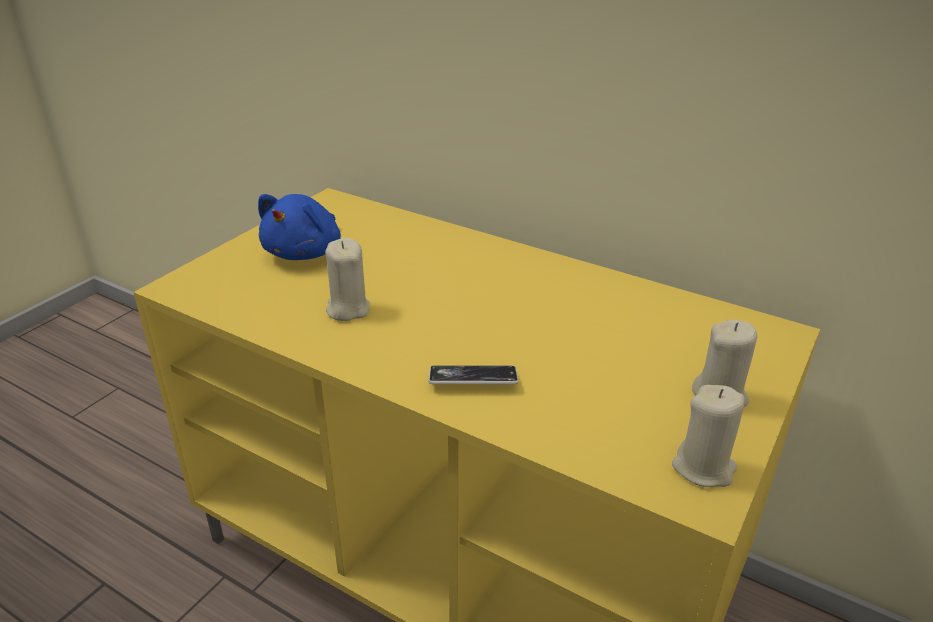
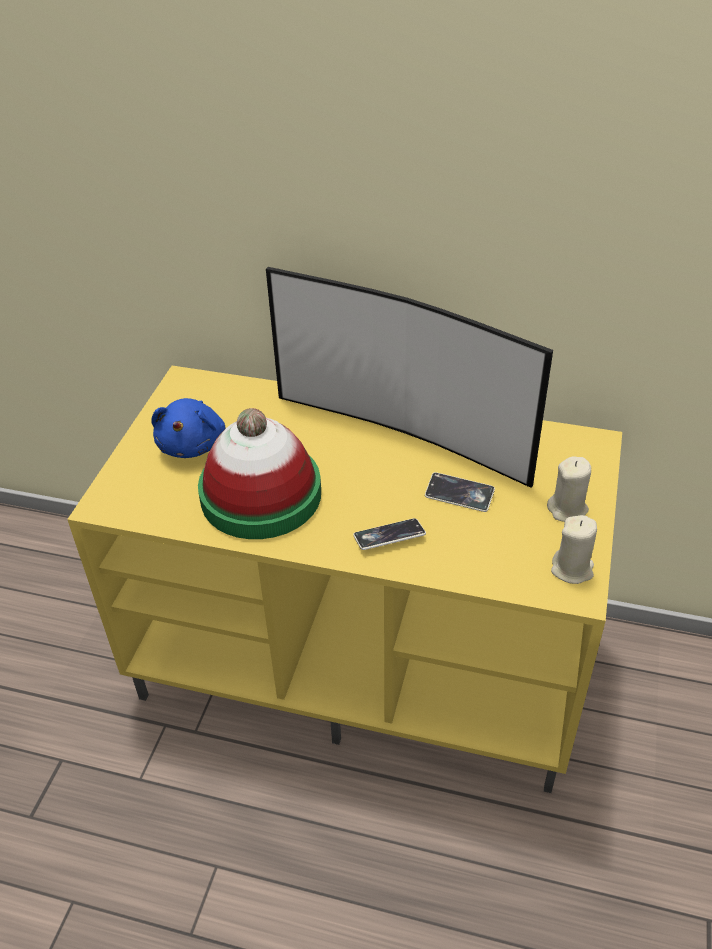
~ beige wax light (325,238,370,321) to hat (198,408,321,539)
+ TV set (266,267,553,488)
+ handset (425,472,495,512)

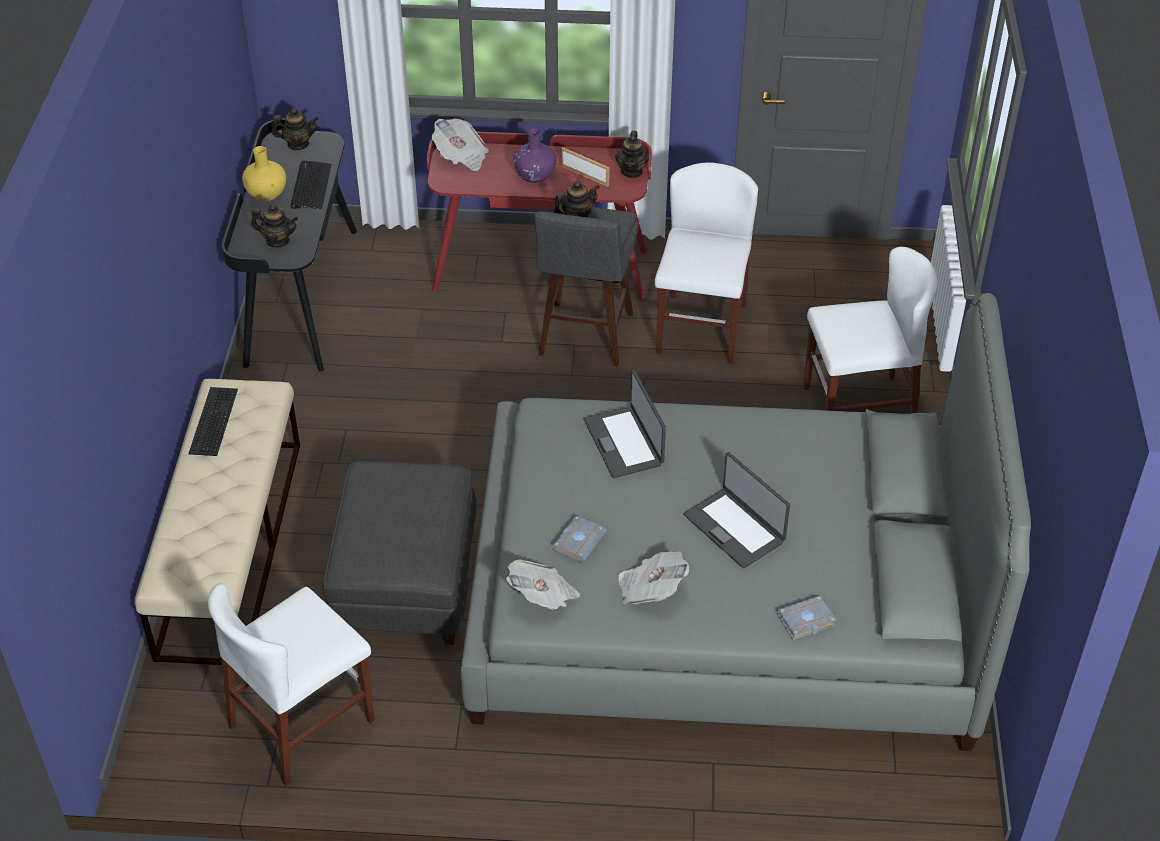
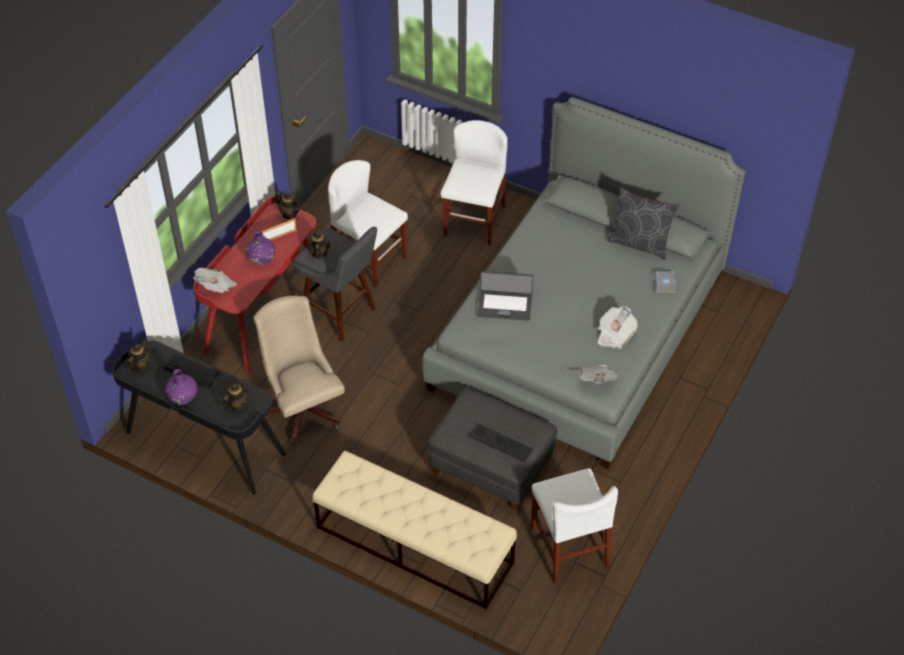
~ yellow-coloured vase (242,146,286,201) to purplish vase (165,369,197,405)
+ beige computer chair (253,296,345,445)
~ PC keyboard (189,387,238,456) to (470,424,533,462)
+ grey throw pillow (607,187,679,260)
- grey bound book (553,515,606,563)
- portable computer (684,452,790,569)

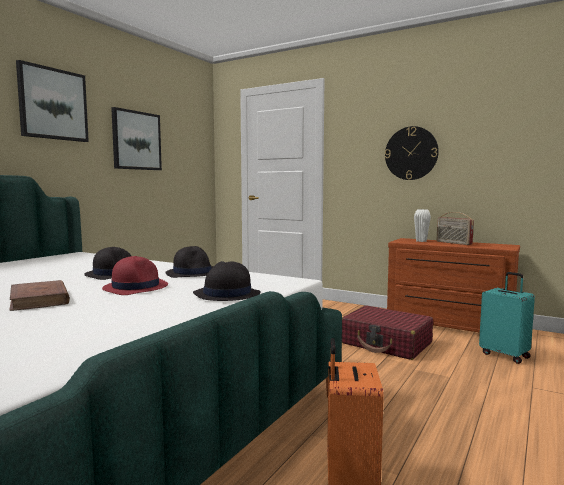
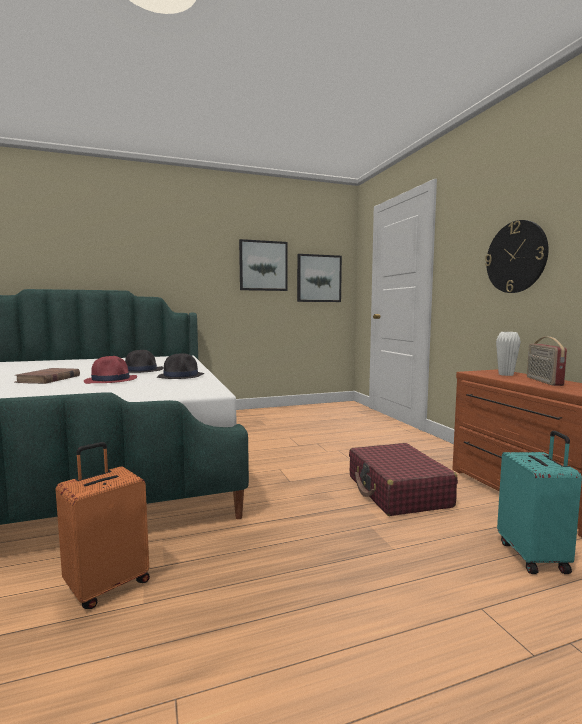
~ picture (16,60,89,142) to (297,254,342,302)
- black-coloured hat (193,261,261,301)

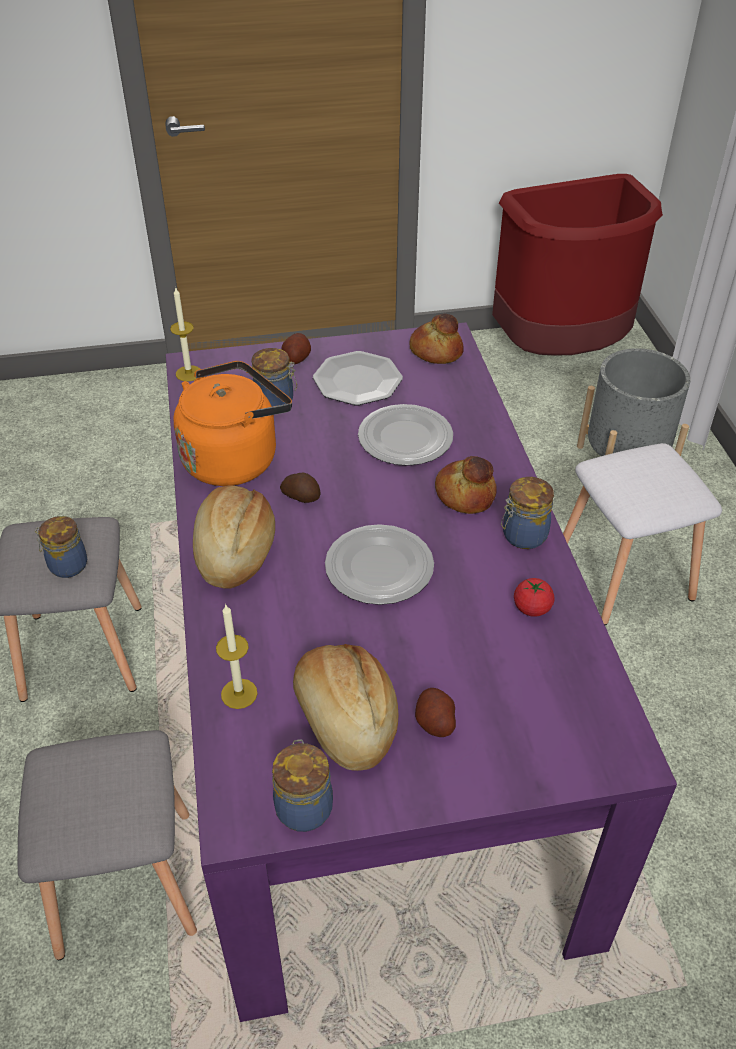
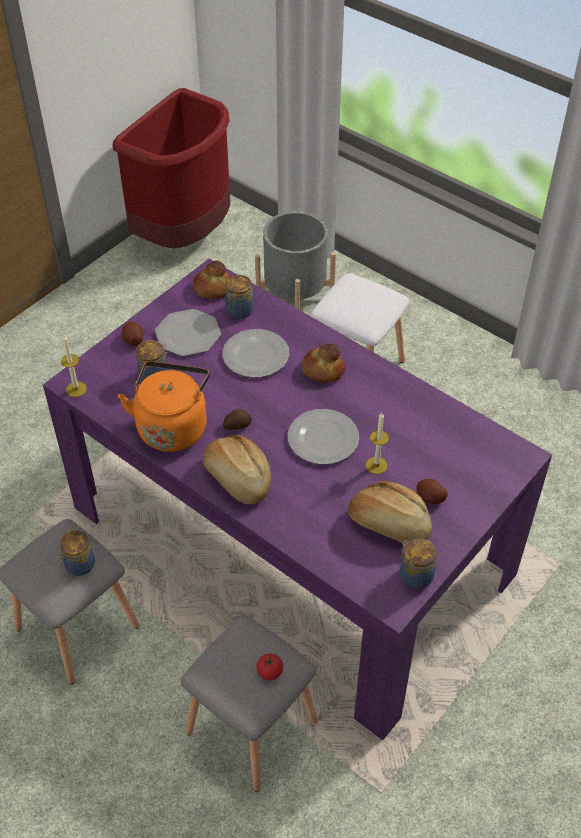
~ jar (501,477,554,549) to (225,275,254,319)
~ whole tomato (514,578,554,617) to (256,654,283,680)
~ wax light (216,604,257,709) to (366,413,389,474)

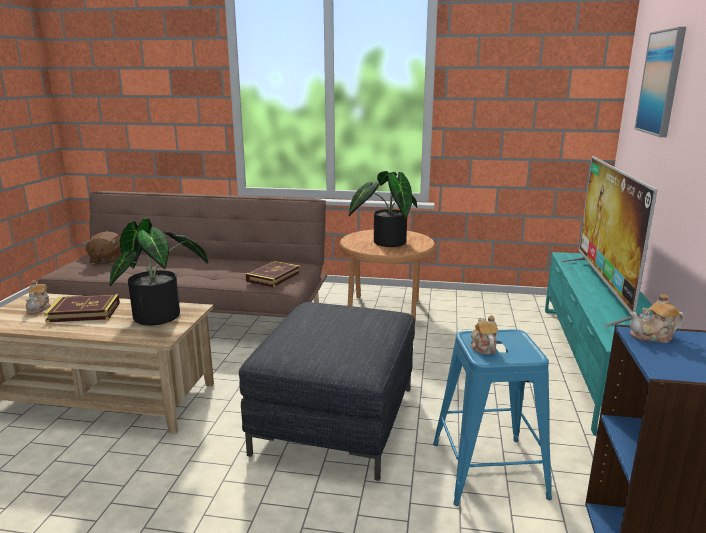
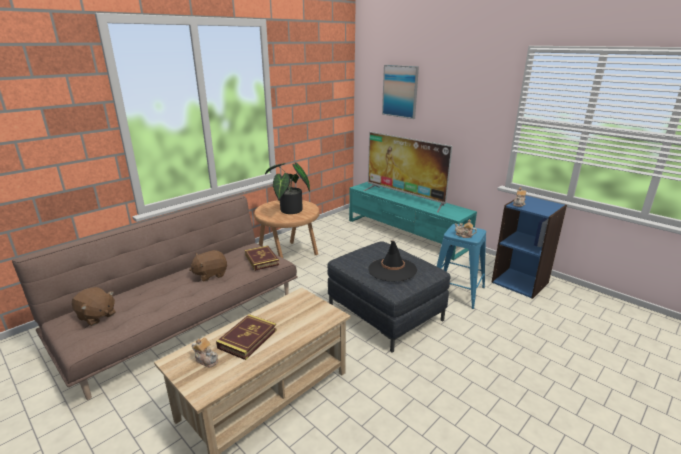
+ brown-coloured cuddly toy (189,250,227,281)
+ black-coloured hat (368,241,417,282)
- plant in a pot (110,218,208,325)

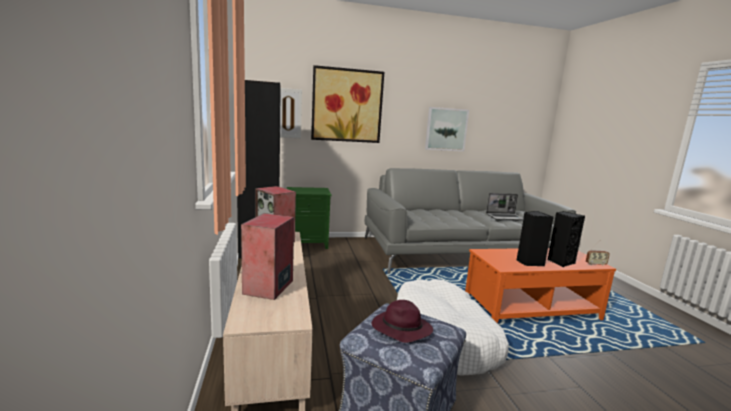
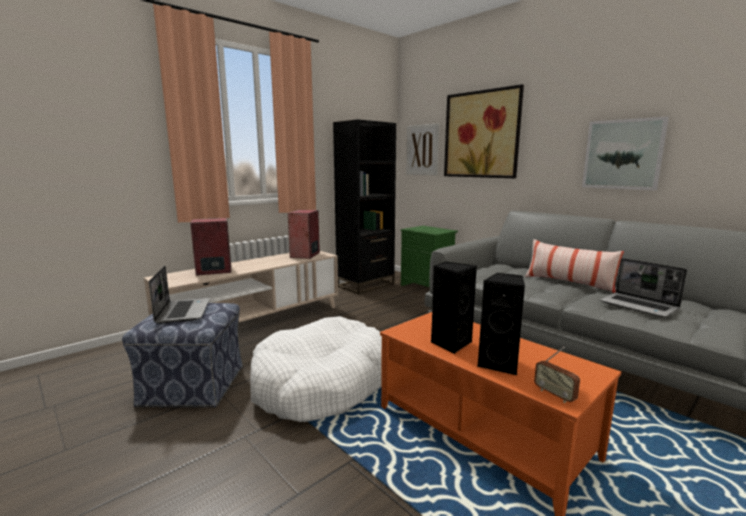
~ purplish hat (372,300,433,343) to portable computer (149,266,210,324)
+ throw pillow (525,239,624,293)

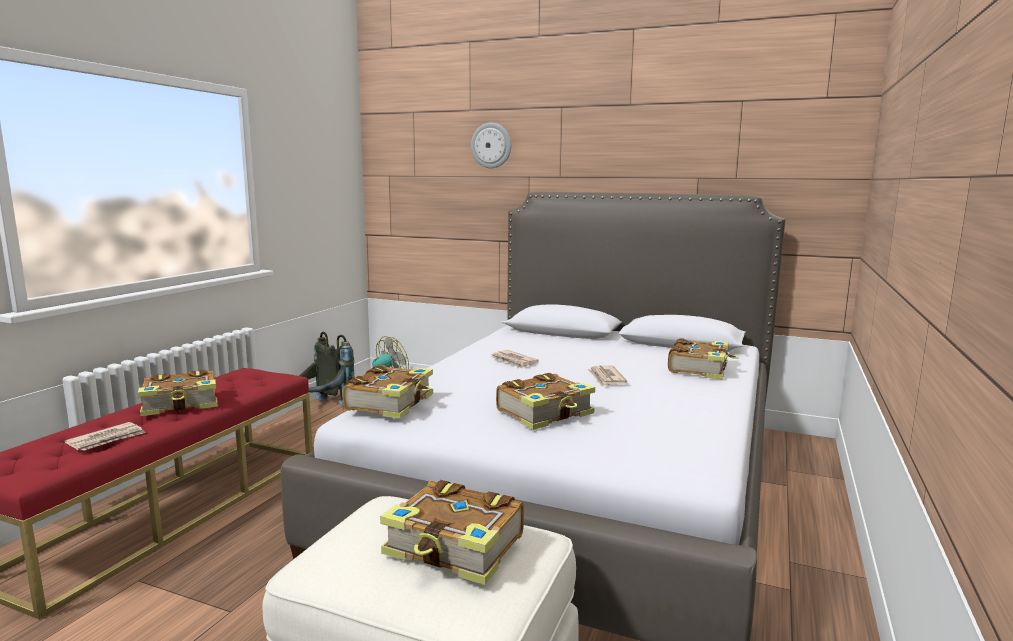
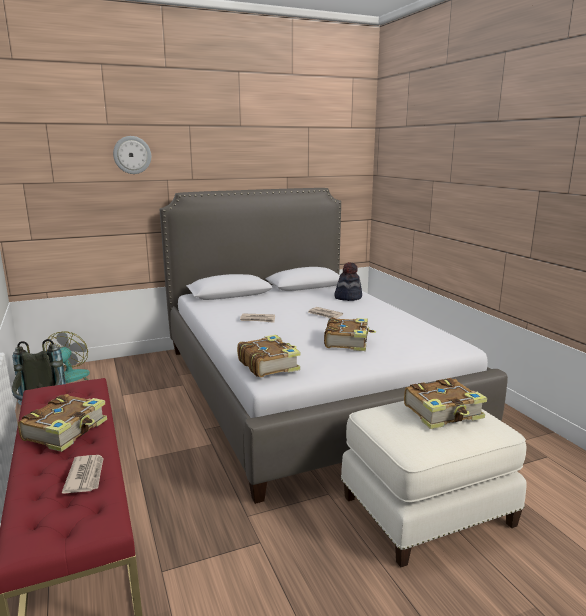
~ bound book (668,338,739,380) to hat (334,262,362,301)

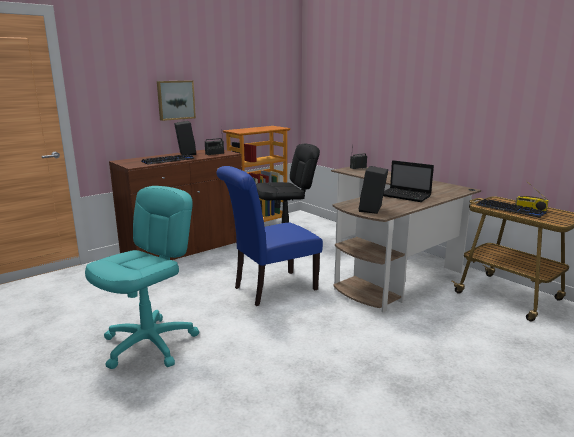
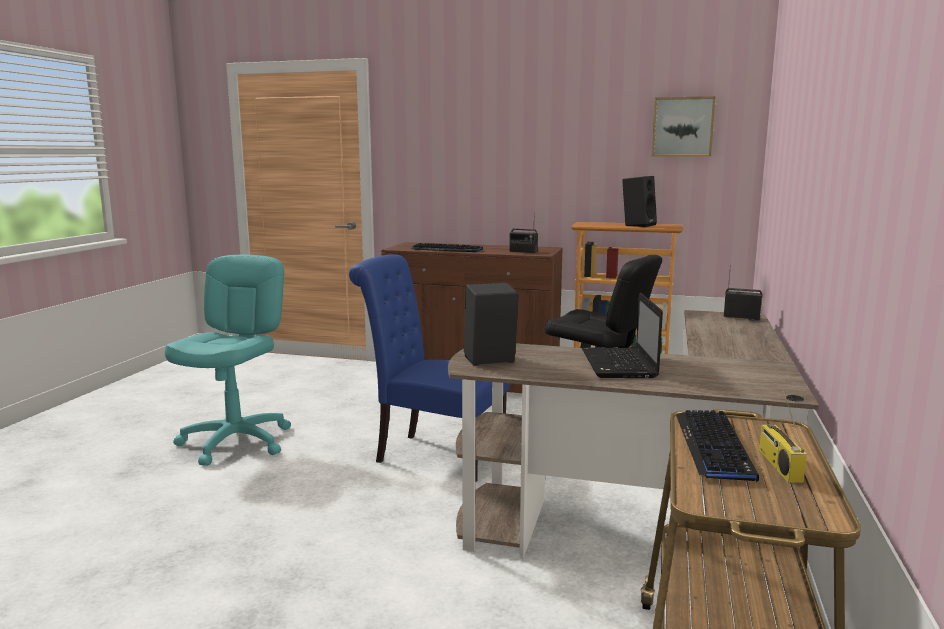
~ turquoise-coloured computer chair (85,186,199,369) = (165,255,291,466) 75 degrees counterclockwise
~ black-coloured loudspeaker (174,121,196,155) to (622,176,657,227)
~ picture (157,81,196,121) to (652,96,716,156)

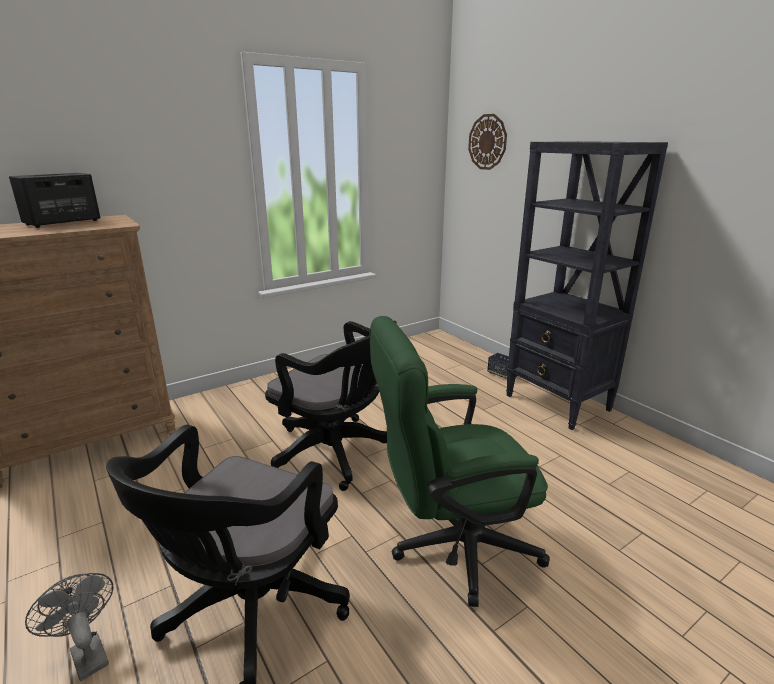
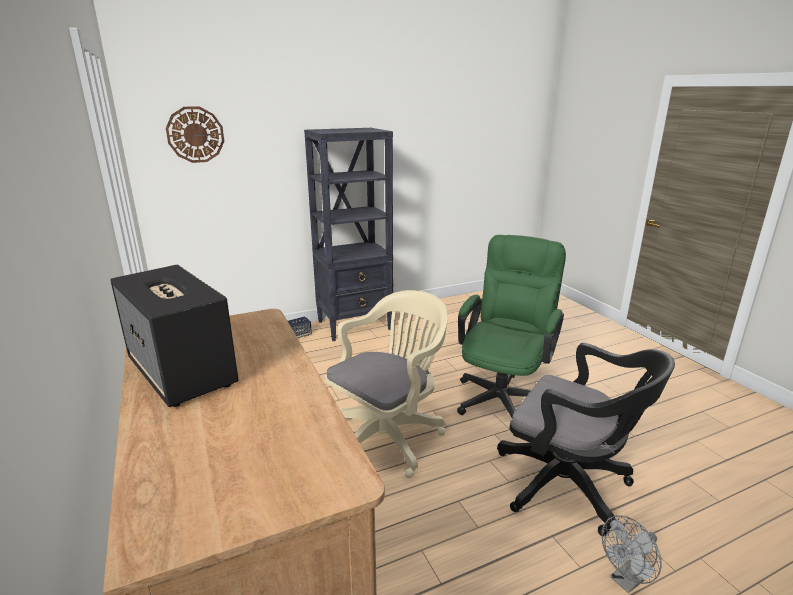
~ black-coloured computer chair (265,321,397,491) to beige computer chair (325,290,448,478)
~ green computer chair (370,316,550,607) = (457,235,566,418) 150 degrees counterclockwise

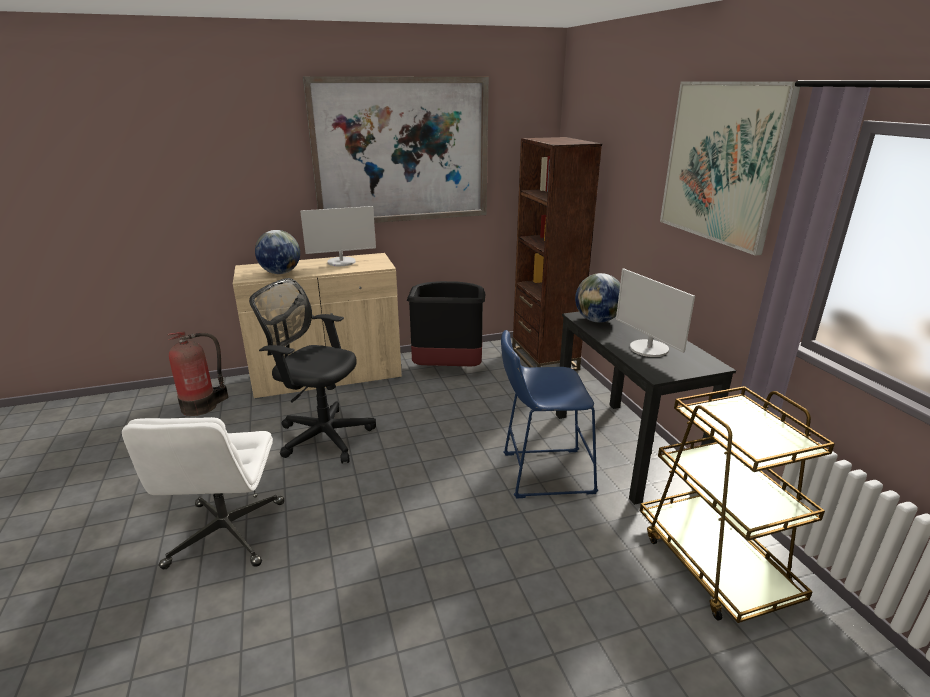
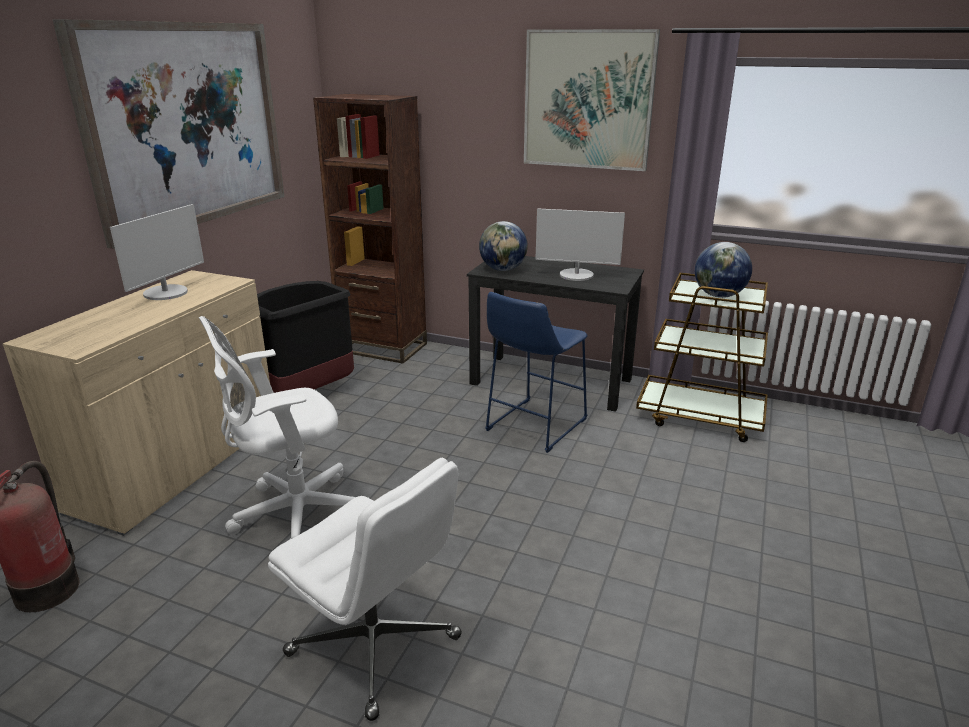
~ black-coloured computer chair (249,278,376,464) to white computer chair (199,316,356,541)
~ world globe (255,230,300,274) to (695,242,752,298)

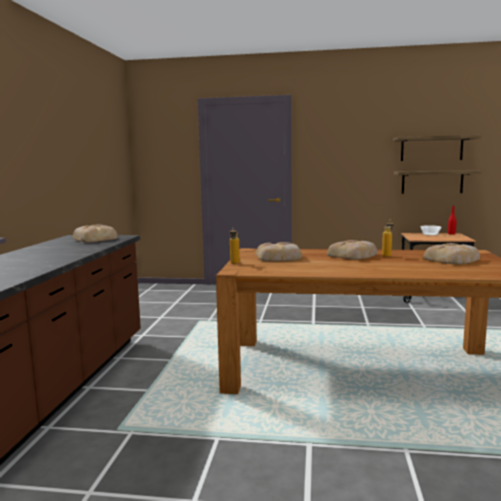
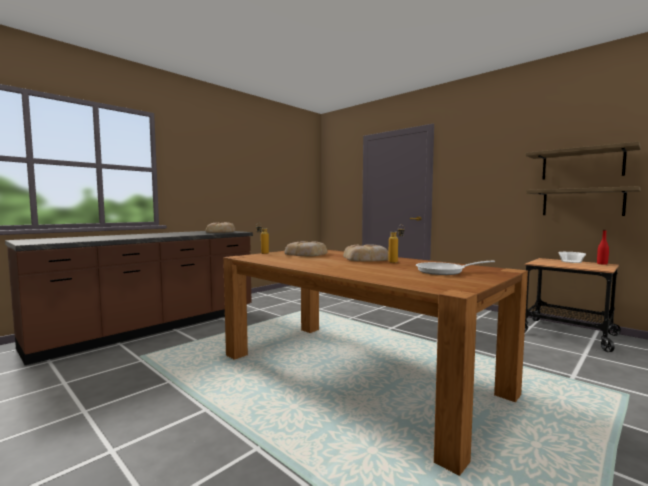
~ bakery bread (423,243,480,264) to frying pan (416,260,495,275)

